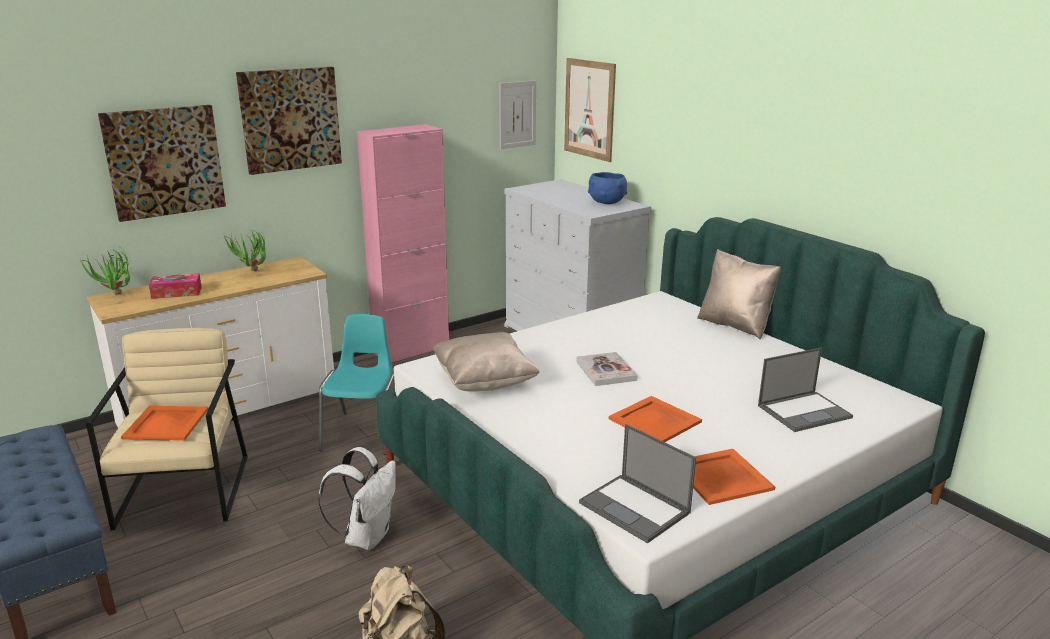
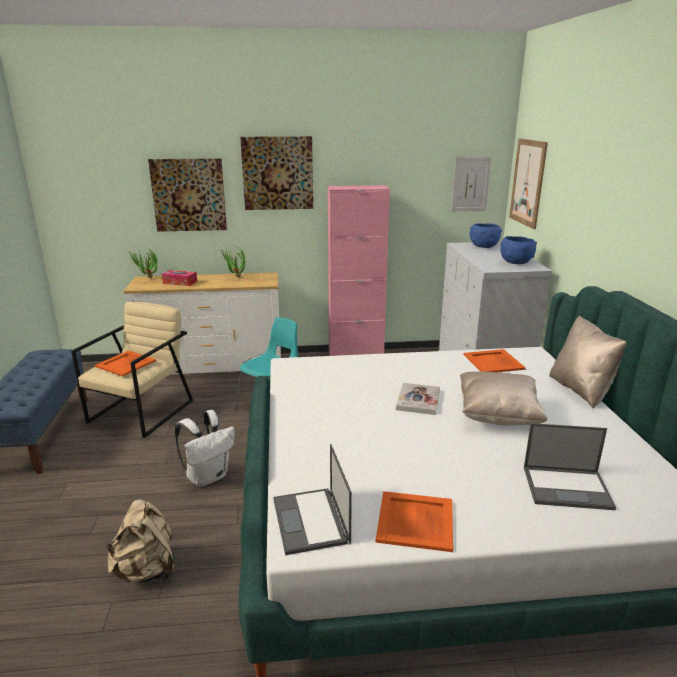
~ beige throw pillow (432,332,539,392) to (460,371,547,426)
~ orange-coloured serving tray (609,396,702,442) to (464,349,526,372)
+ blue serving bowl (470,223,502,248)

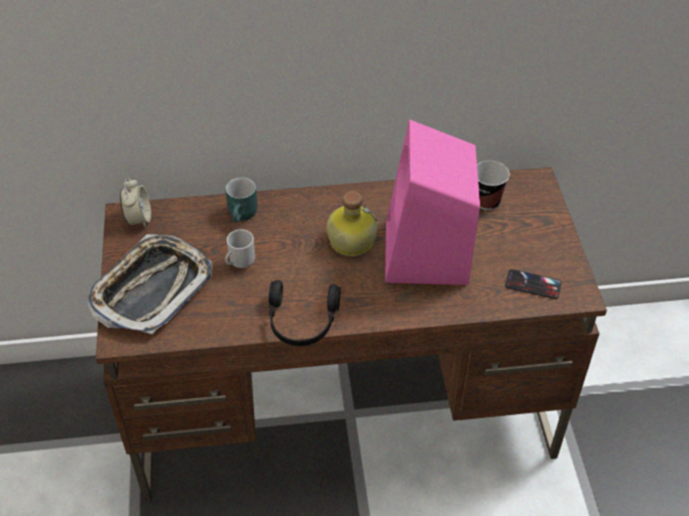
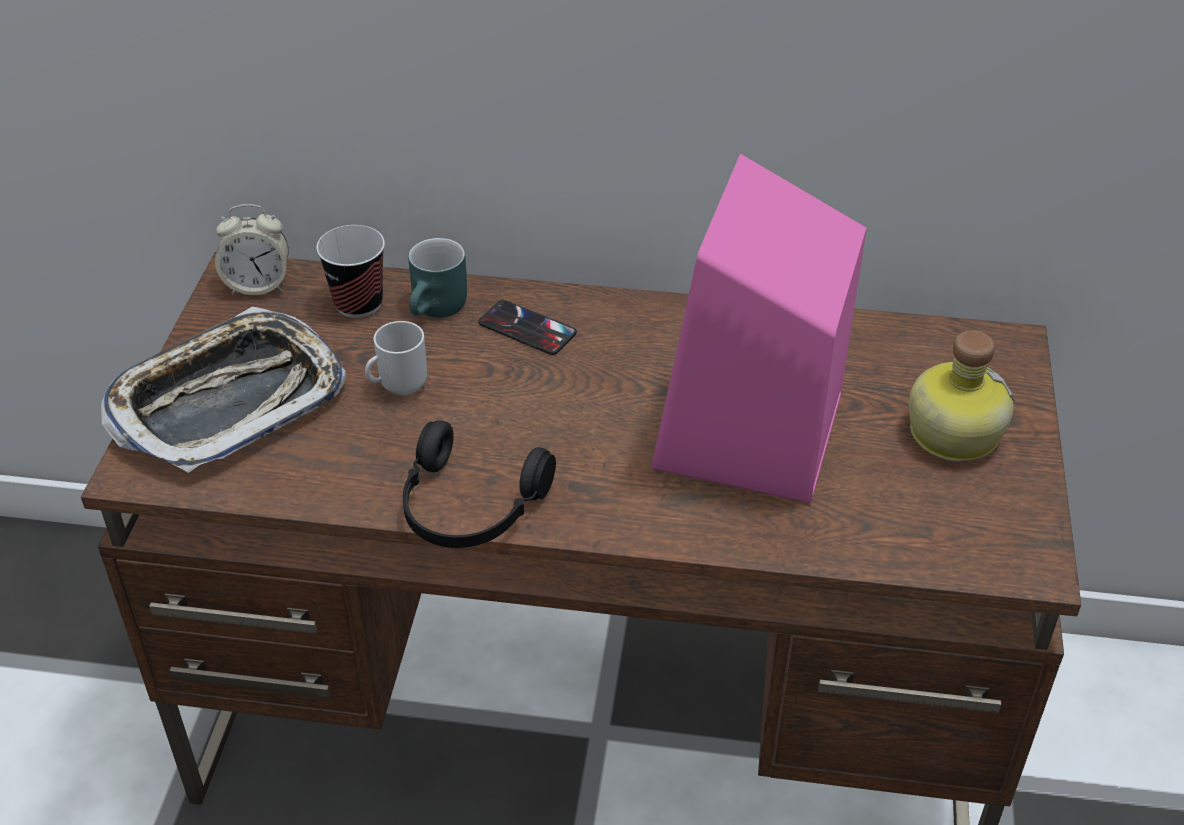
~ alarm clock (120,178,151,228) = (215,204,289,295) 75 degrees clockwise
~ drinking cup (477,161,510,210) to (316,225,385,318)
~ handset (505,269,562,299) to (478,300,577,355)
~ beverage bottle (326,191,378,256) to (909,330,1015,462)

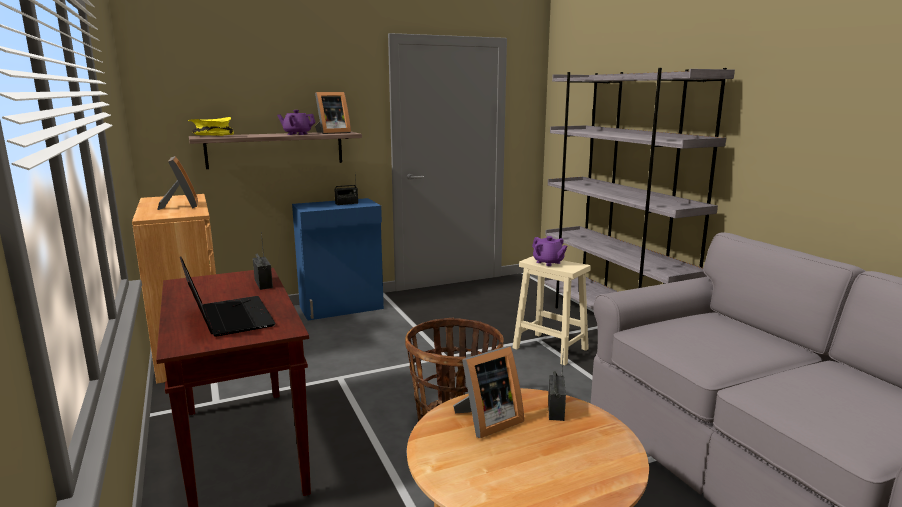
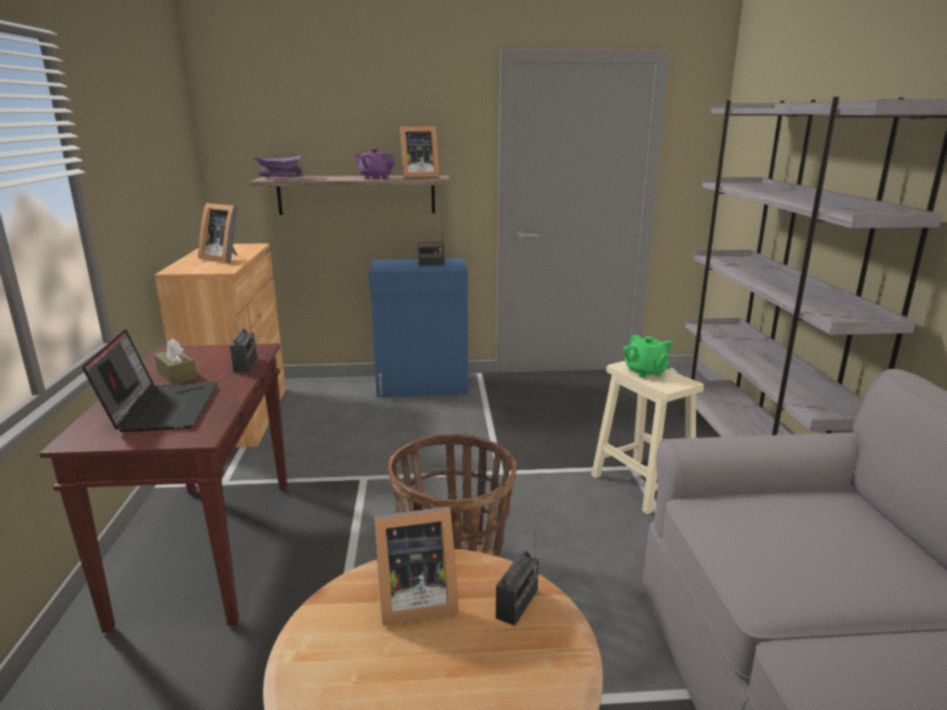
+ brown-coloured box of tissues (154,339,197,384)
~ photo frame (157,156,198,210) = (198,203,238,263) 120 degrees clockwise
~ yellow-coloured serving bowl (188,117,234,136) to purplish serving bowl (254,156,303,177)
~ purplish tea pot (532,236,568,266) to green tea pot (623,335,673,378)

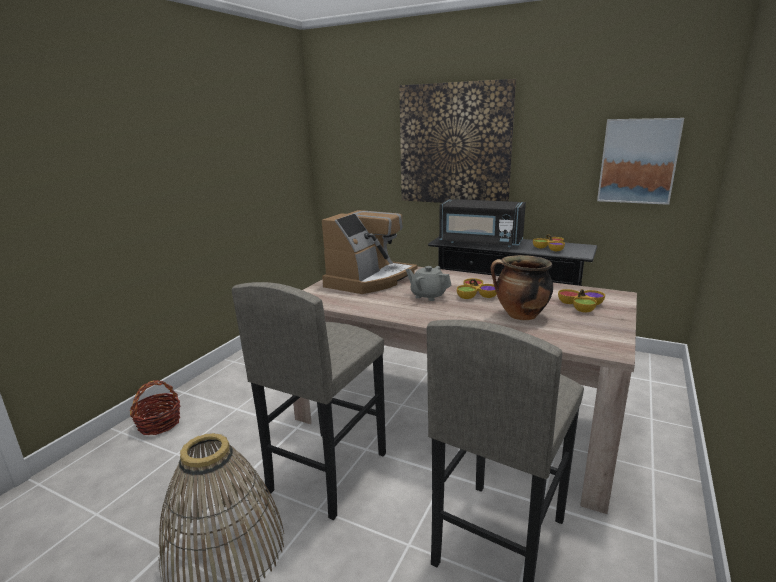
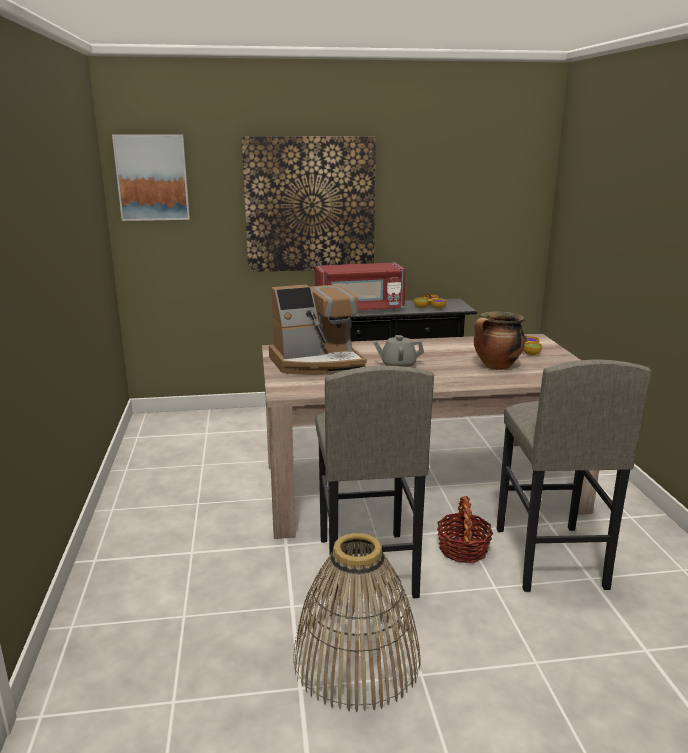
~ picture (597,118,684,205) to (112,134,190,221)
~ coffee machine (322,210,418,294) = (269,284,367,375) 75 degrees clockwise
~ black-coloured microwave oven (439,199,526,247) to reddish microwave oven (315,262,406,310)
~ household basket (130,380,181,435) to (437,496,493,563)
- serving bowl (457,278,497,299)

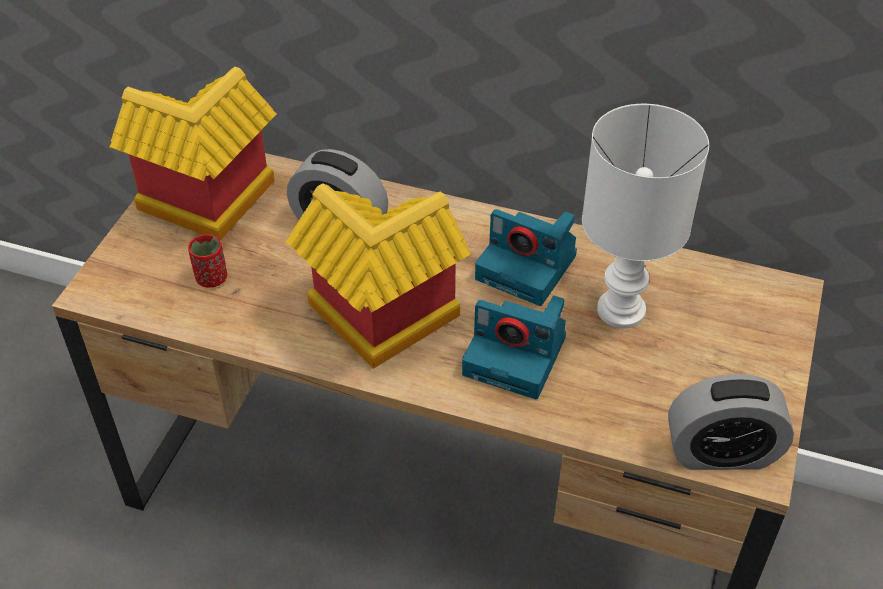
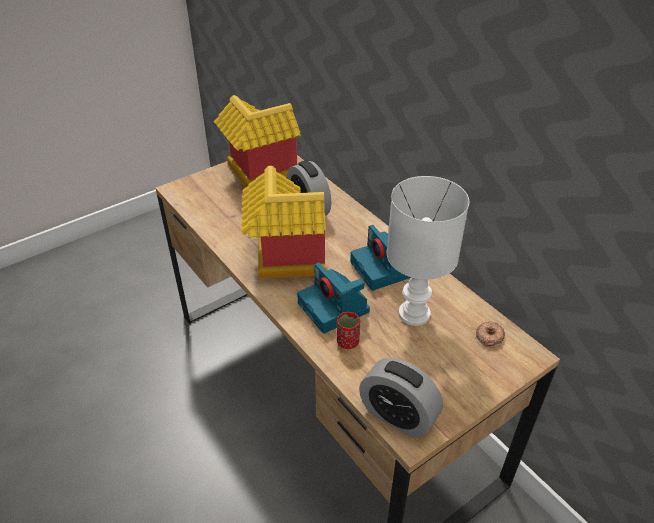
~ reddish drinking cup (188,234,227,287) to (337,312,360,349)
+ ring doughnut (476,321,505,347)

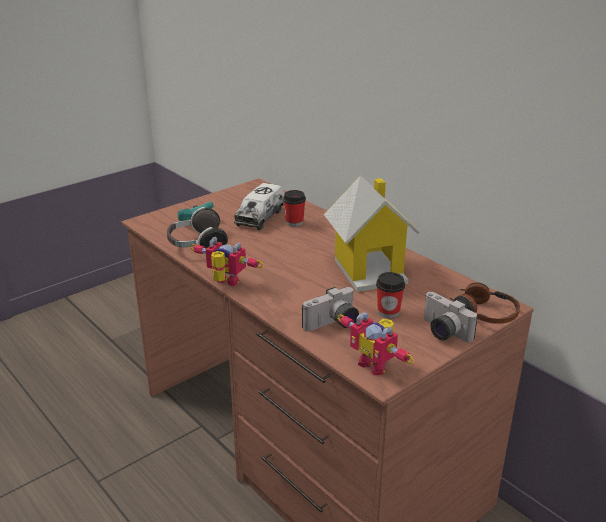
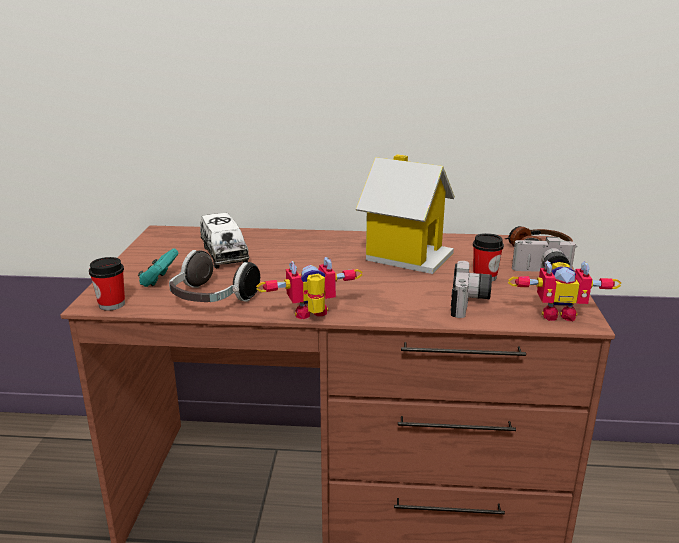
~ drinking cup (283,190,306,227) to (89,257,125,311)

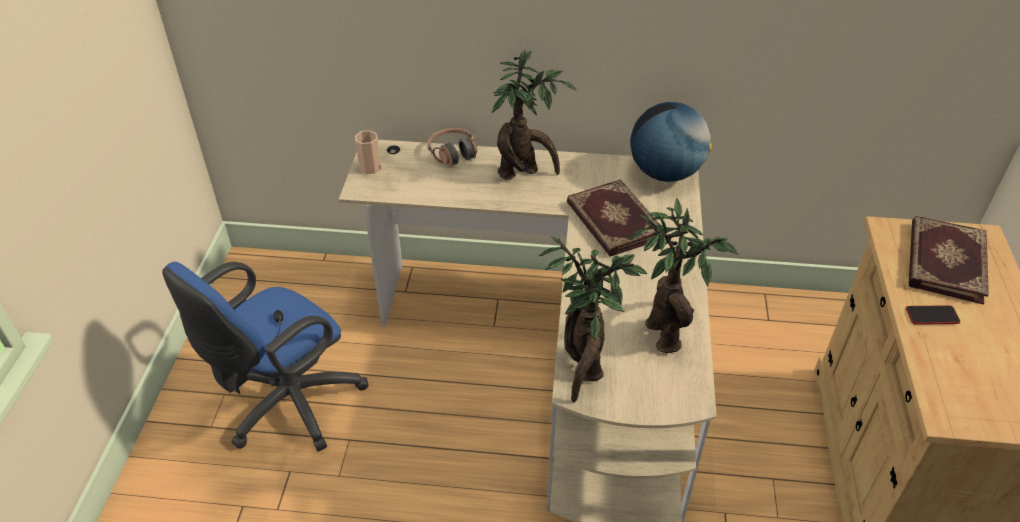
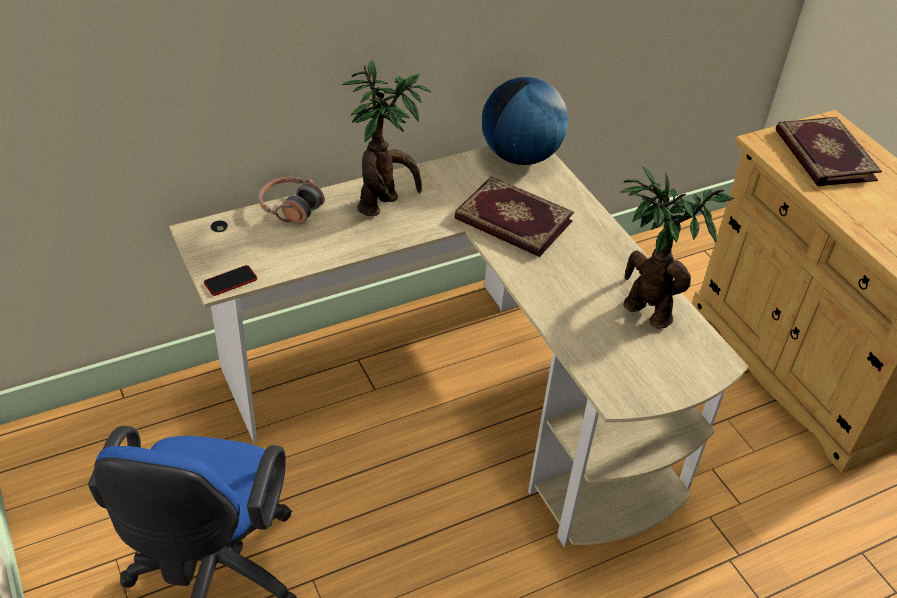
~ handset (906,305,960,325) to (204,265,257,296)
- drinking cup (355,130,381,174)
- plant in a pot (539,236,647,403)

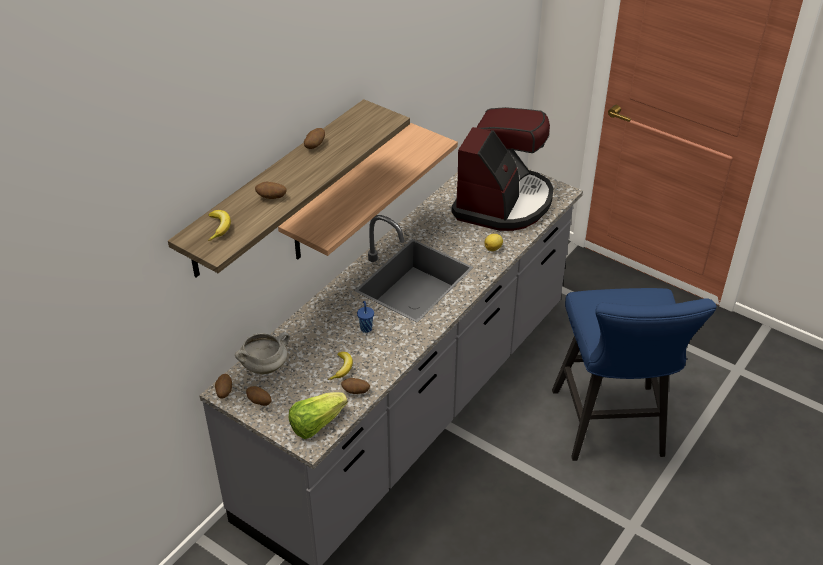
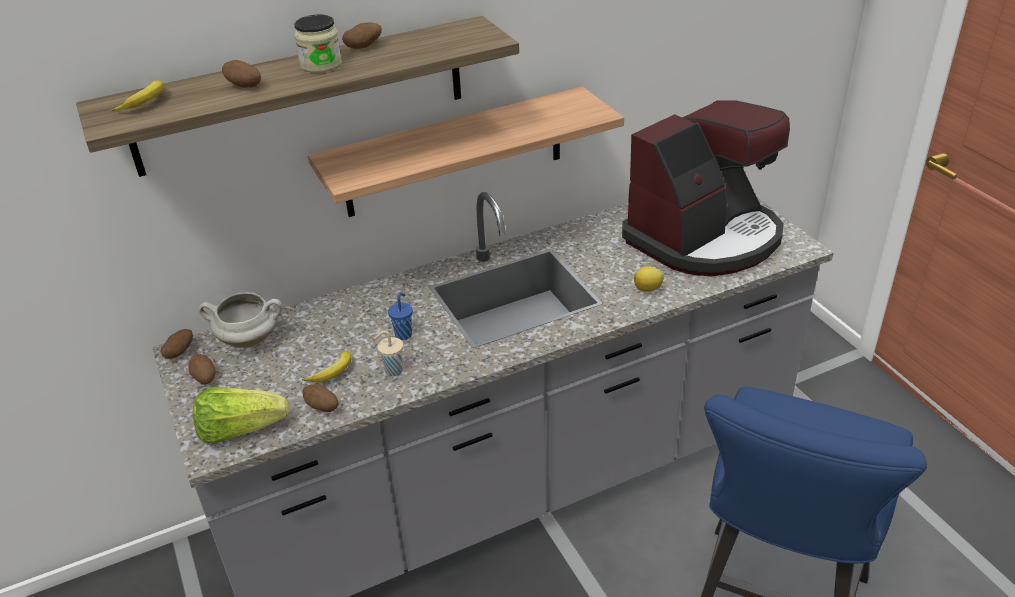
+ jar (294,15,342,73)
+ beige drinking cup (374,330,403,376)

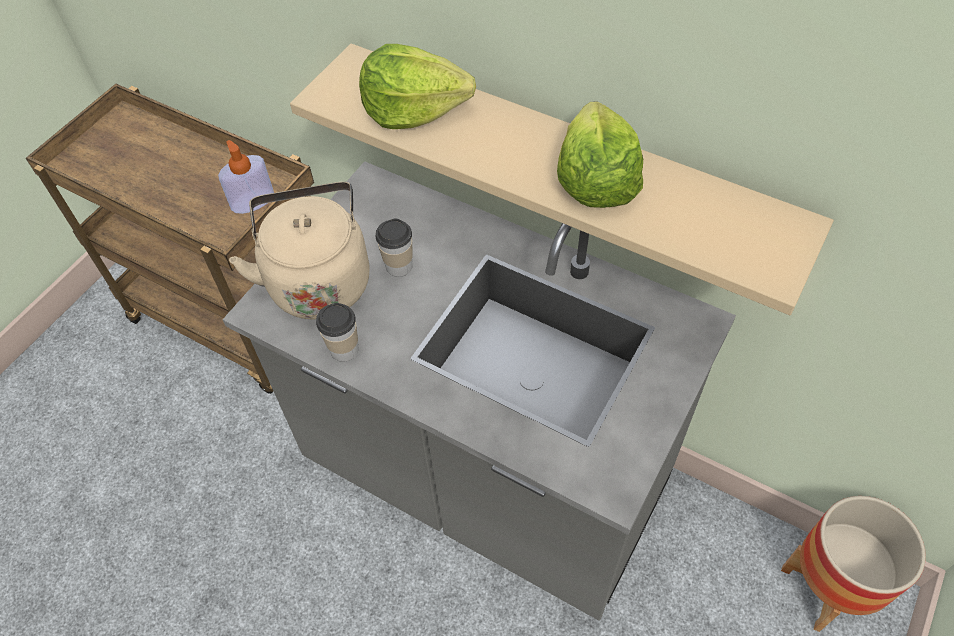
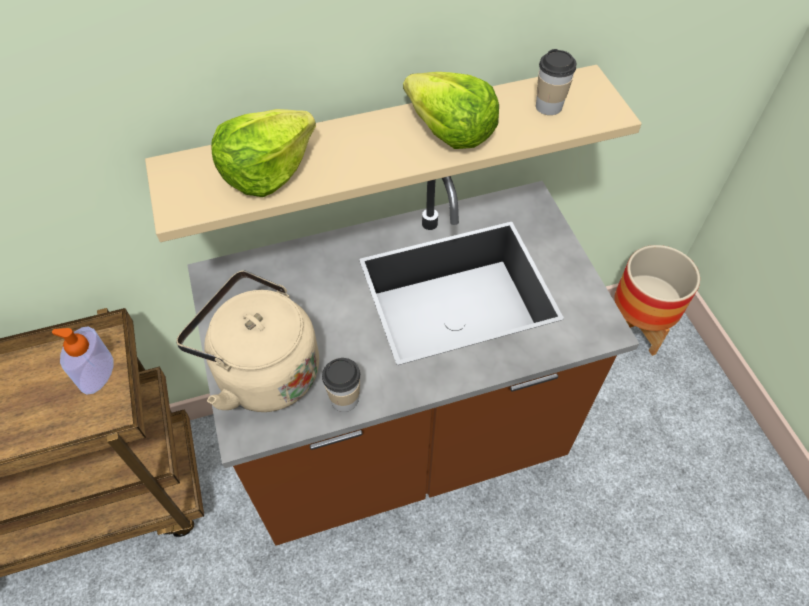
~ grey counter (222,161,736,621) to brown-coloured counter (187,176,639,546)
~ drinking cup (376,218,413,277) to (536,49,576,115)

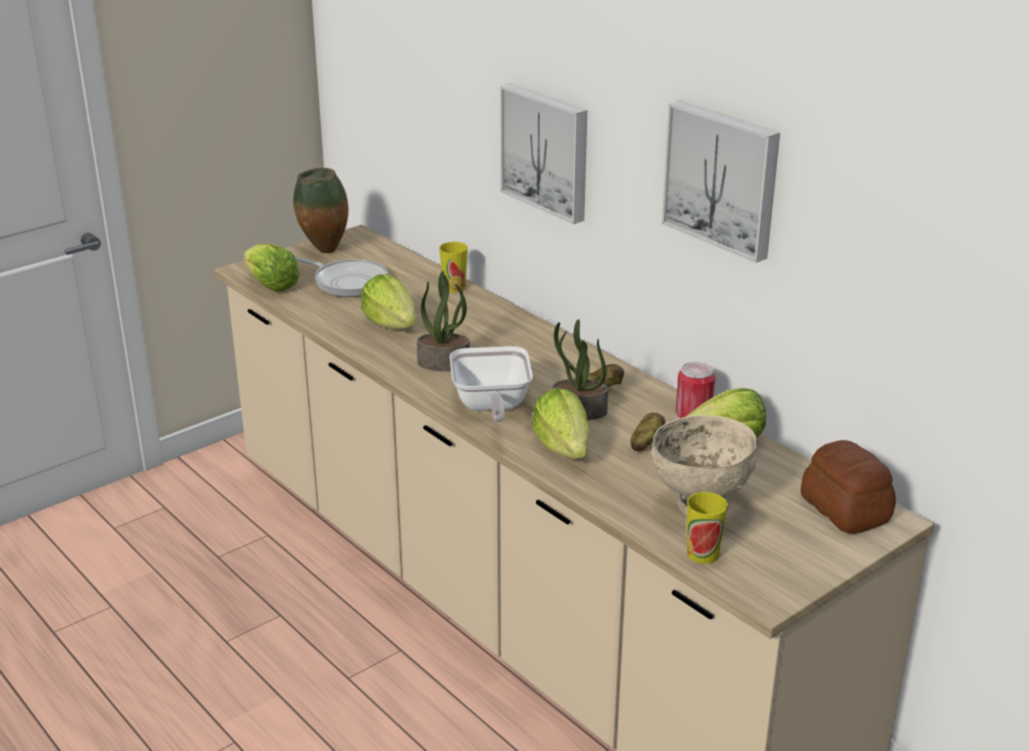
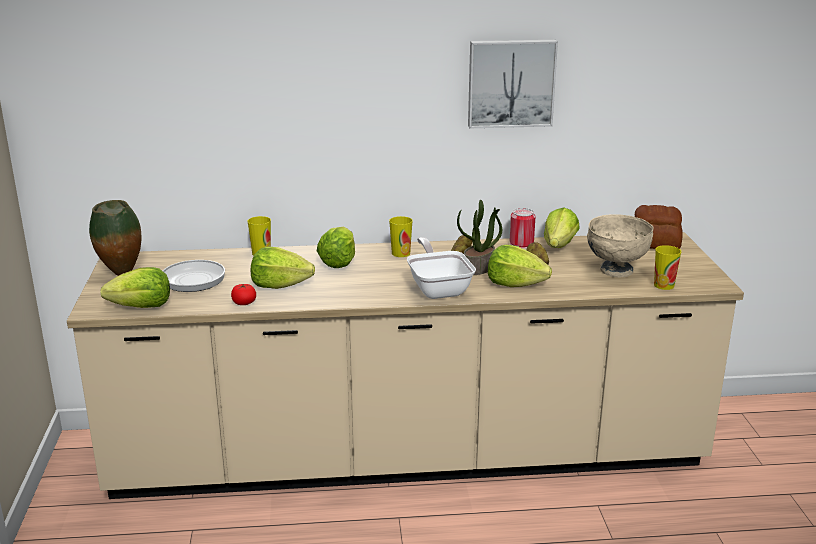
+ whole tomato (231,284,256,305)
+ lettuce (317,227,355,268)
+ drinking cup (389,216,413,257)
~ frying pan (450,346,533,422) = (407,237,476,299) 135 degrees counterclockwise
- plant in a pot (417,271,470,371)
- picture (500,84,587,224)

